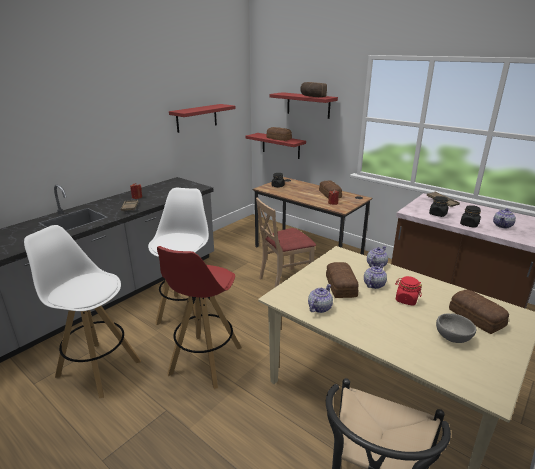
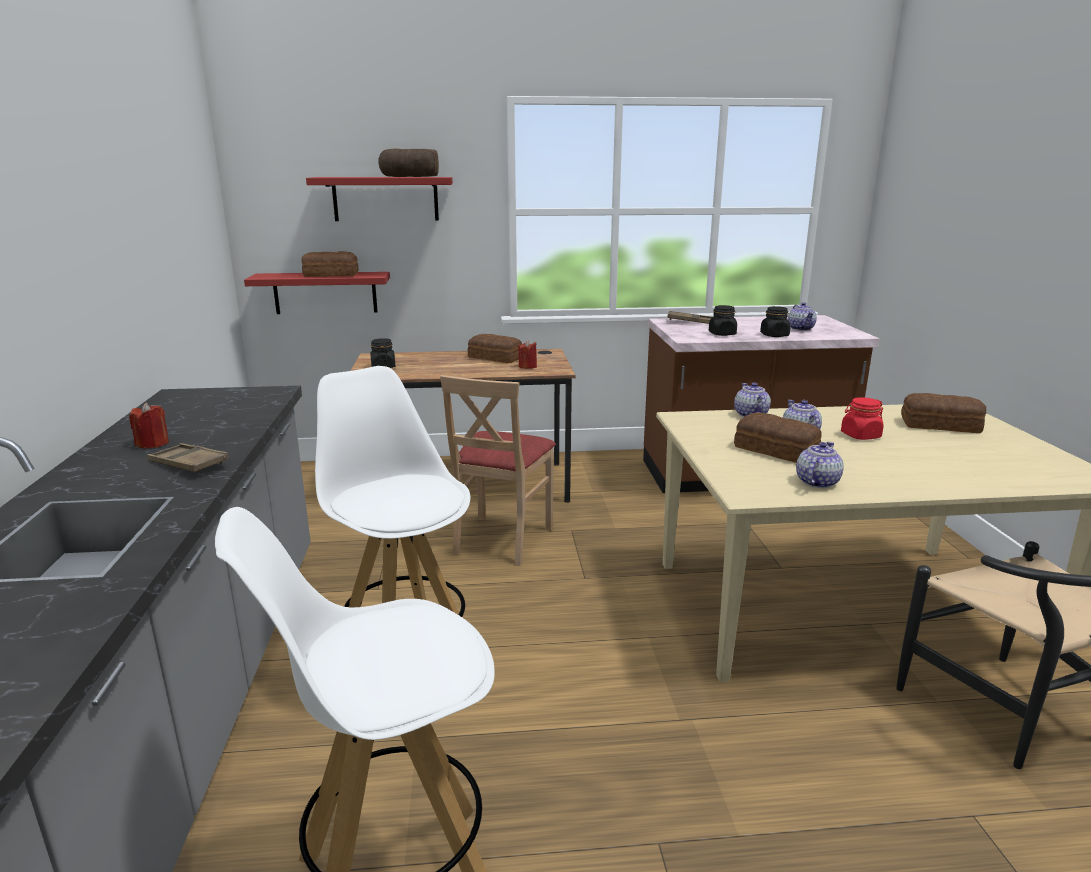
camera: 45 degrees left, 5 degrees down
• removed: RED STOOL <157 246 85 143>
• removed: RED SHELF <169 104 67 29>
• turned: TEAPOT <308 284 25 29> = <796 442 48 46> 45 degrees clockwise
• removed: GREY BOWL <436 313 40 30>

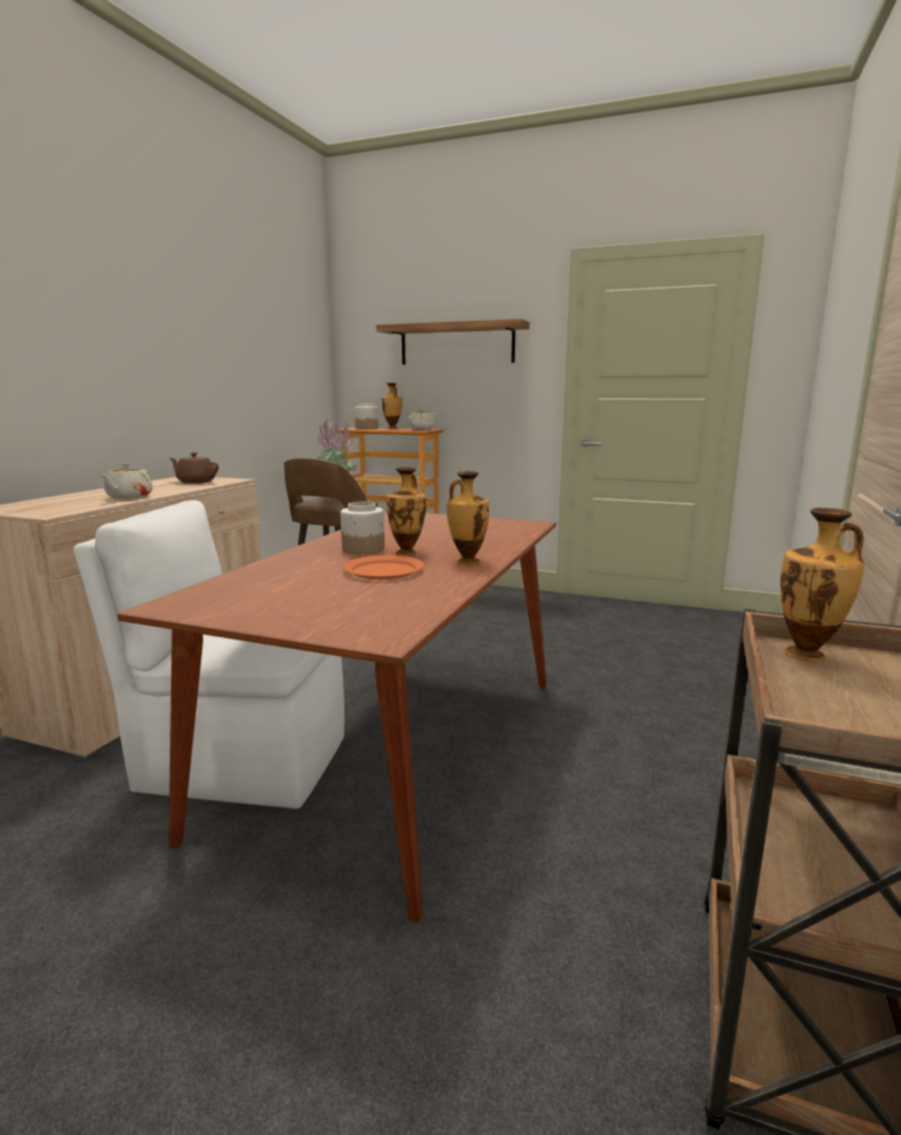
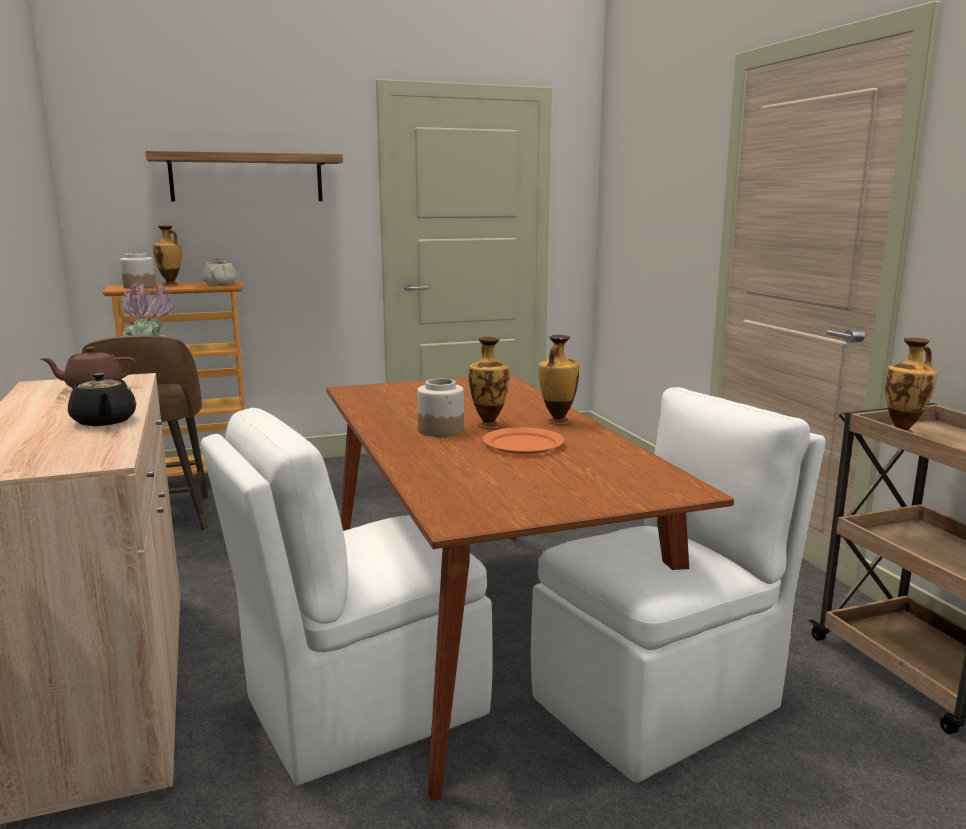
camera: 40 degrees left, 0 degrees up
• recoloured: BEIGE TEAPOT <101 463 52 36> to BLACK TEAPOT <68 373 68 53>
• added: WHITE CHAIR <531 387 295 395>

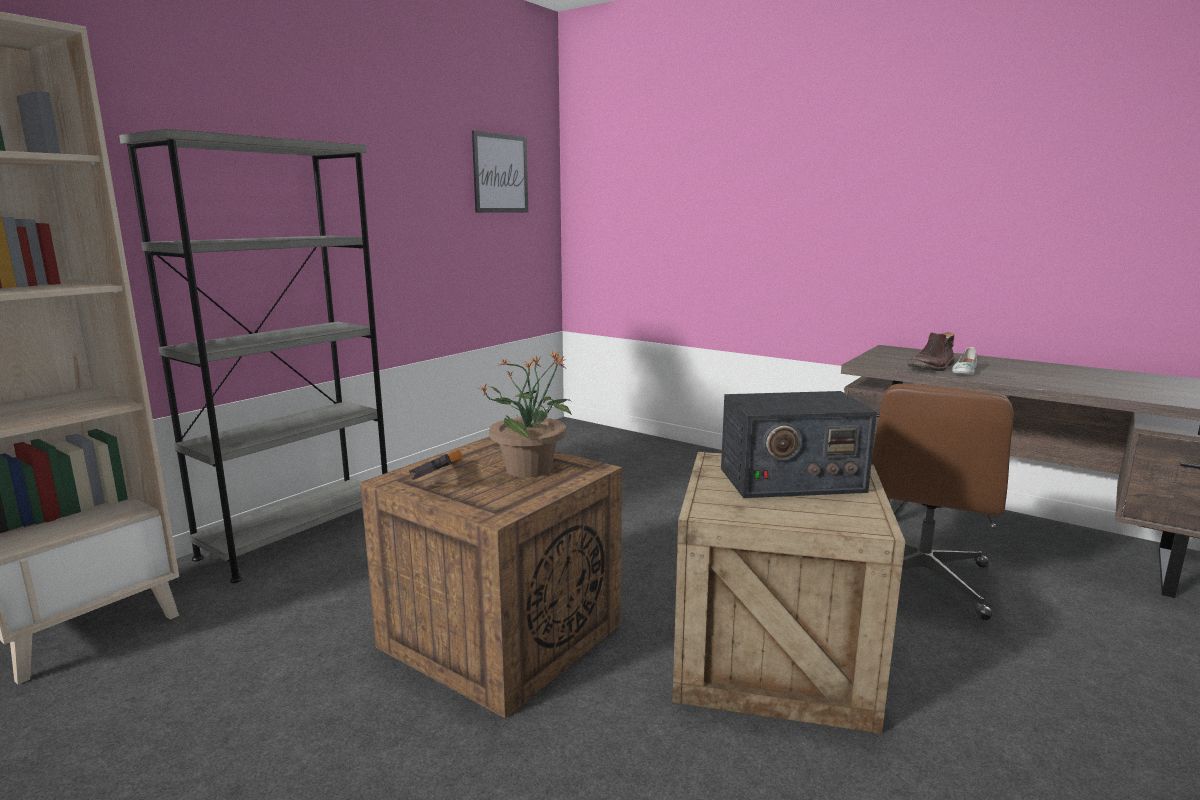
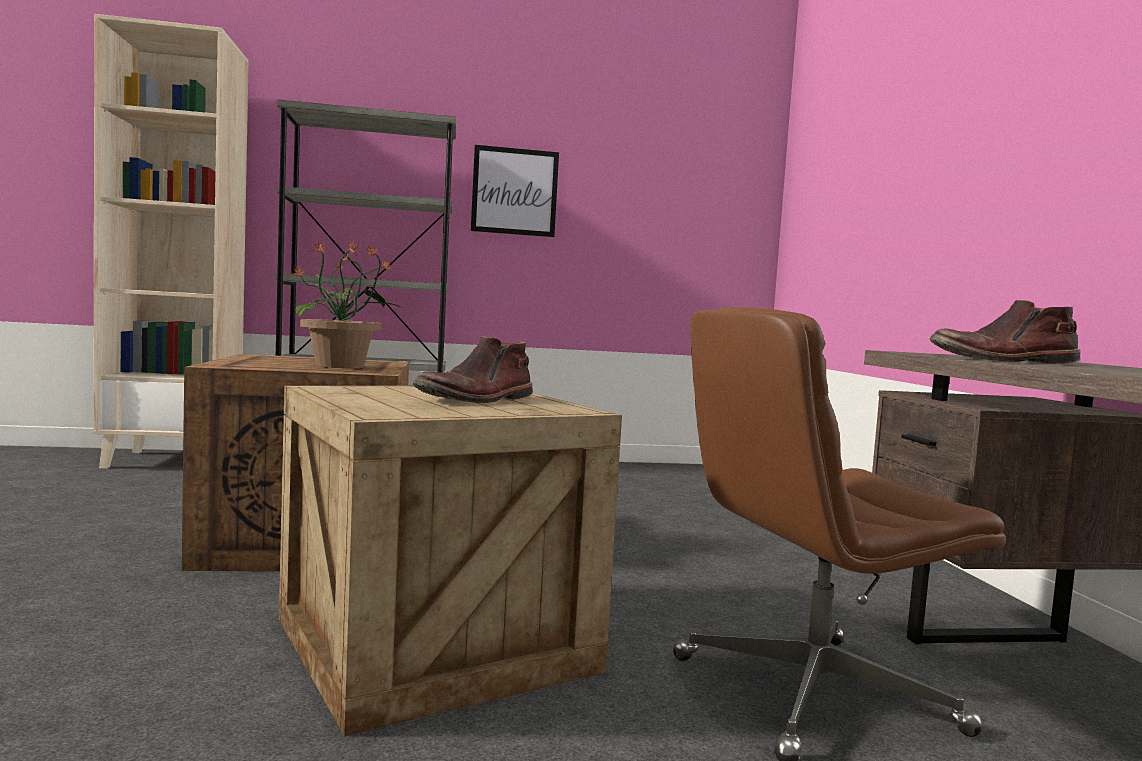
camera: 45 degrees right, 10 degrees down
• removed: HAMMER <409 450 53 30>
• moved: PICTURE <472 131 56 82> to <471 145 88 92>
• replaced: RADIO <721 391 156 107> to BROWN BOOT <413 336 120 67>
• removed: WHITE SHOE <952 347 25 28>

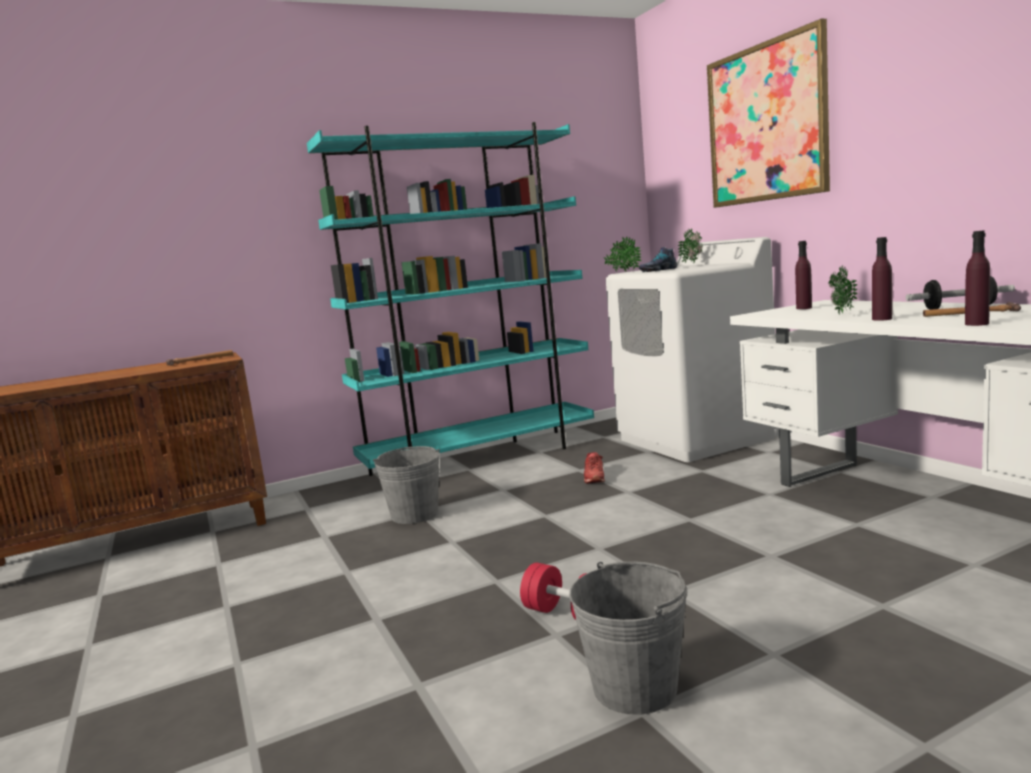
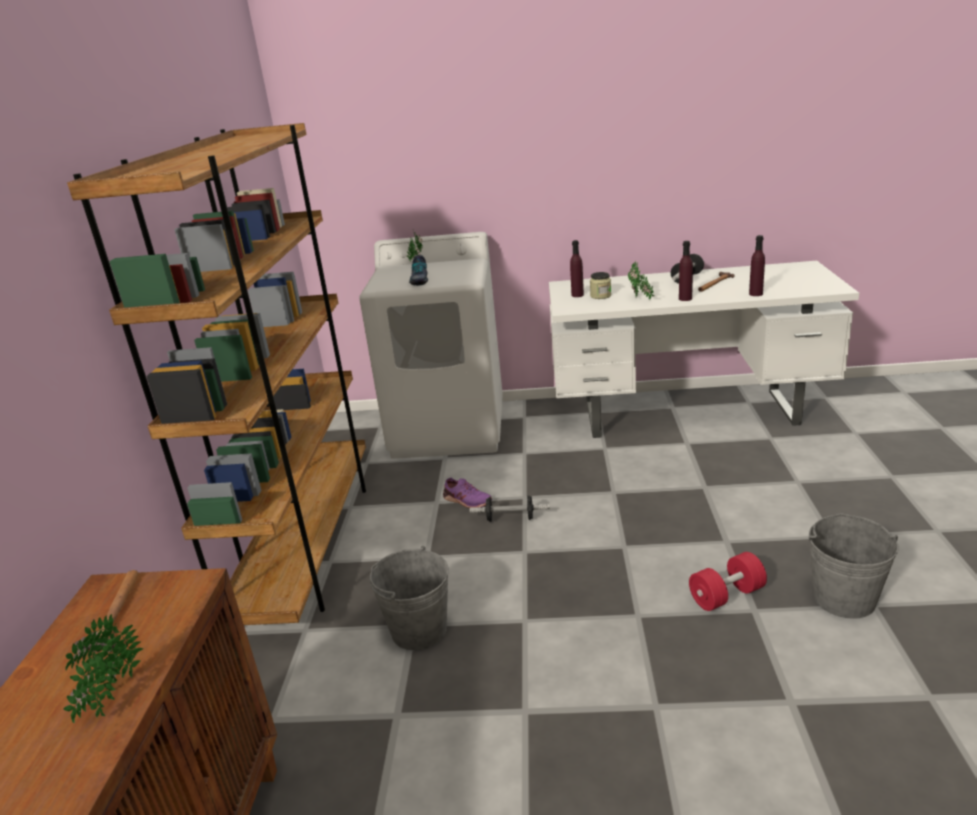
camera: 60 degrees left, 15 degrees up
• recoloured: TURQUOISE BOOKCASE <307 122 287 354> to BROWN BOOKCASE <67 123 299 502>
• recoloured: RED SHOE <584 452 21 32> to PURPLE SHOE <443 478 49 31>
• moved: POTTED PLANT <604 237 37 35> to <64 614 79 110>
• removed: PICTURE <707 19 123 189>
• added: DUMBBELL <470 495 79 27>
• added: JAR <590 272 21 27>

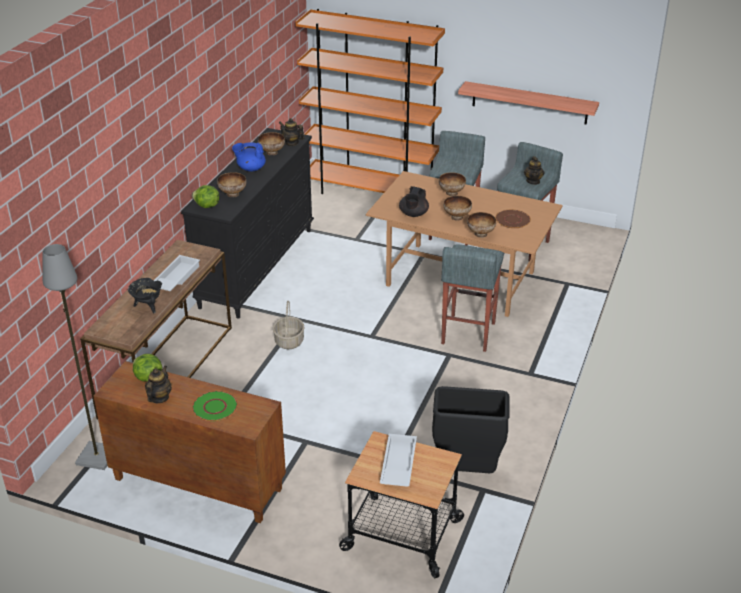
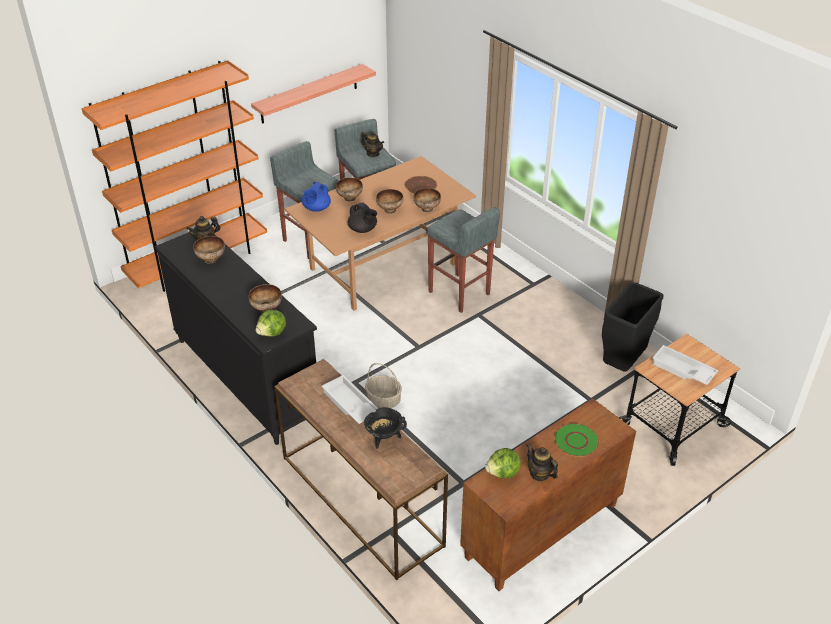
camera: 60 degrees left, 5 degrees up
• removed: GREY FLOOR LAMP <43 244 64 226>
• moved: BLUE TEAPOT <232 142 34 30> to <302 182 29 30>

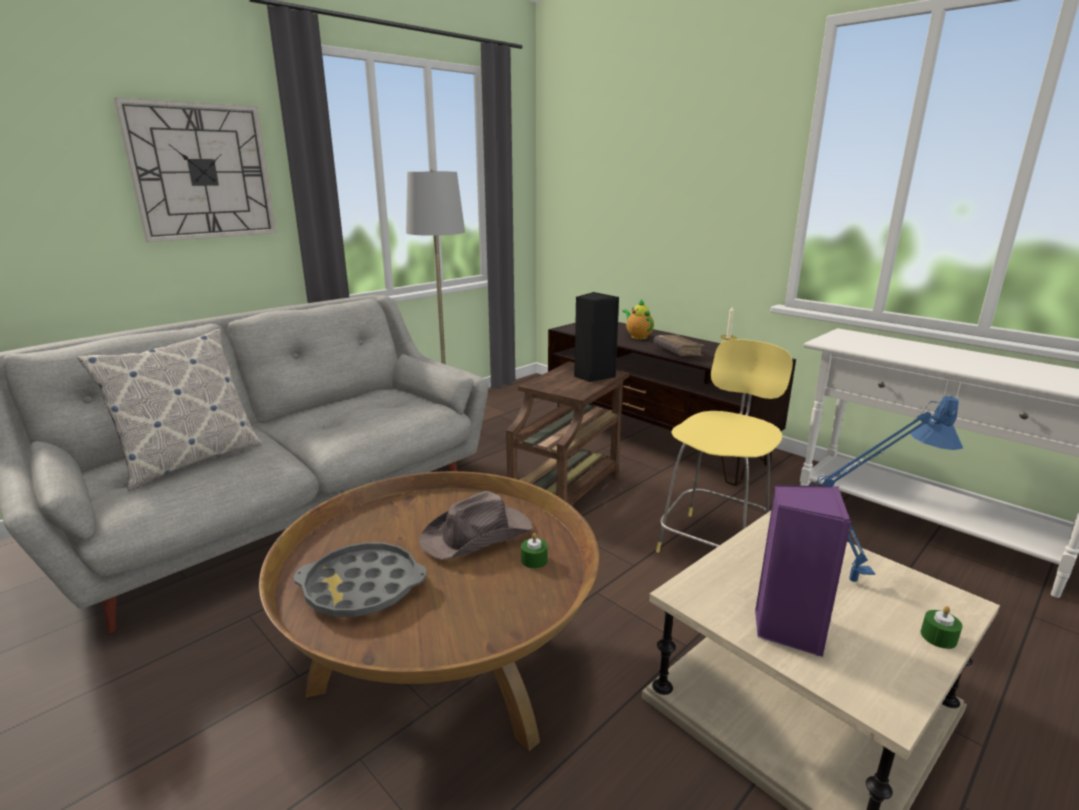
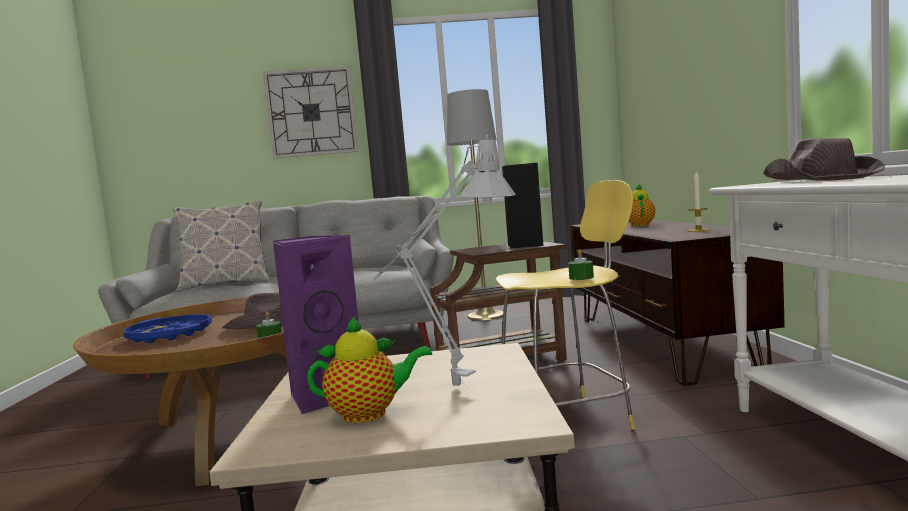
camera: 40 degrees right, 15 degrees down
• recoloured: GREY TRAY <293 542 134 75> to BLUE TRAY <123 314 89 30>
• removed: BROWN BOOK <653 335 52 21>
• recoloured: BLUE TABLE LAMP <807 395 156 187> to GREY TABLE LAMP <374 135 142 253>
• moved: GREEN CANDLE <921 606 41 43> to <568 249 26 31>
• added: TEAPOT <307 316 125 107>
• added: BROWN HAT <763 138 122 43>

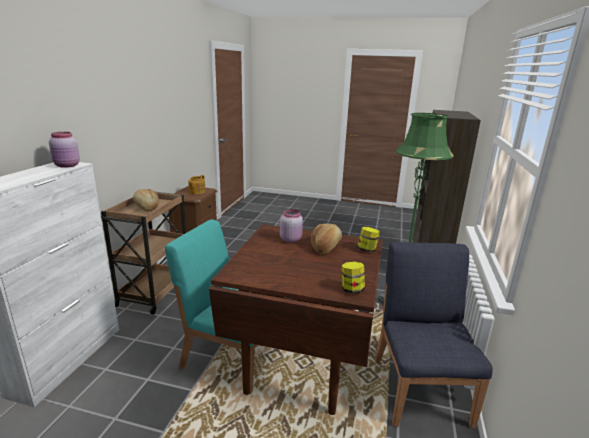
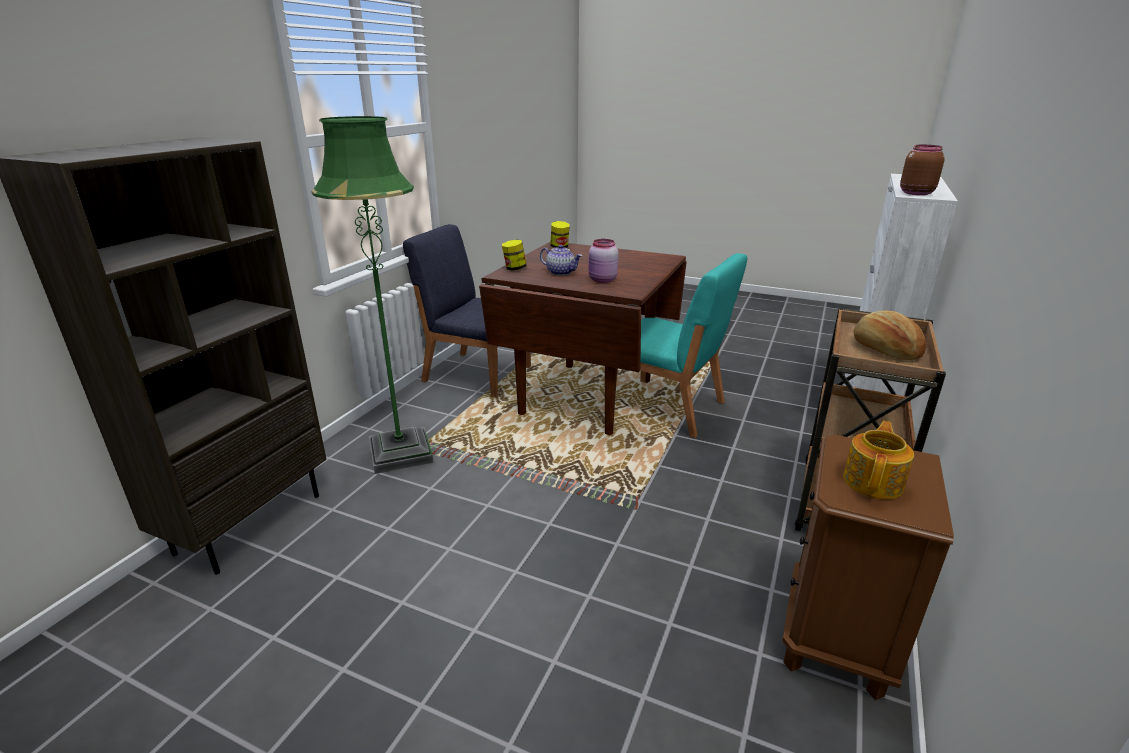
camera: 170 degrees left, 5 degrees up
• recoloured: PINK JAR <49 132 31 36> to BROWN JAR <900 145 45 50>
• replaced: BREAD <311 223 31 31> to TEAPOT <540 245 42 31>
• turned: BLUE CHAIR <375 242 118 186> = <403 224 128 173> 105 degrees clockwise

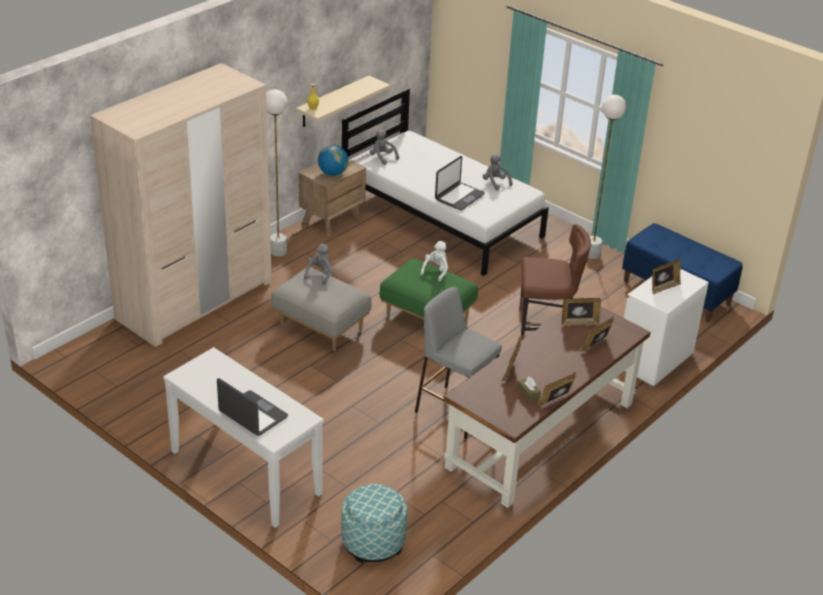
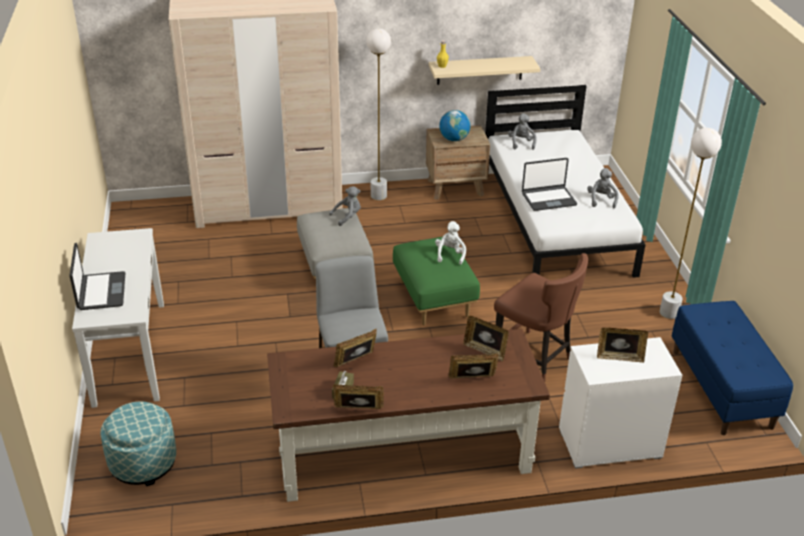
camera: 40 degrees right, 0 degrees up
• turned: WHITE PLUSH TOY <420 241 28 41> = <435 221 31 44> 60 degrees counterclockwise

